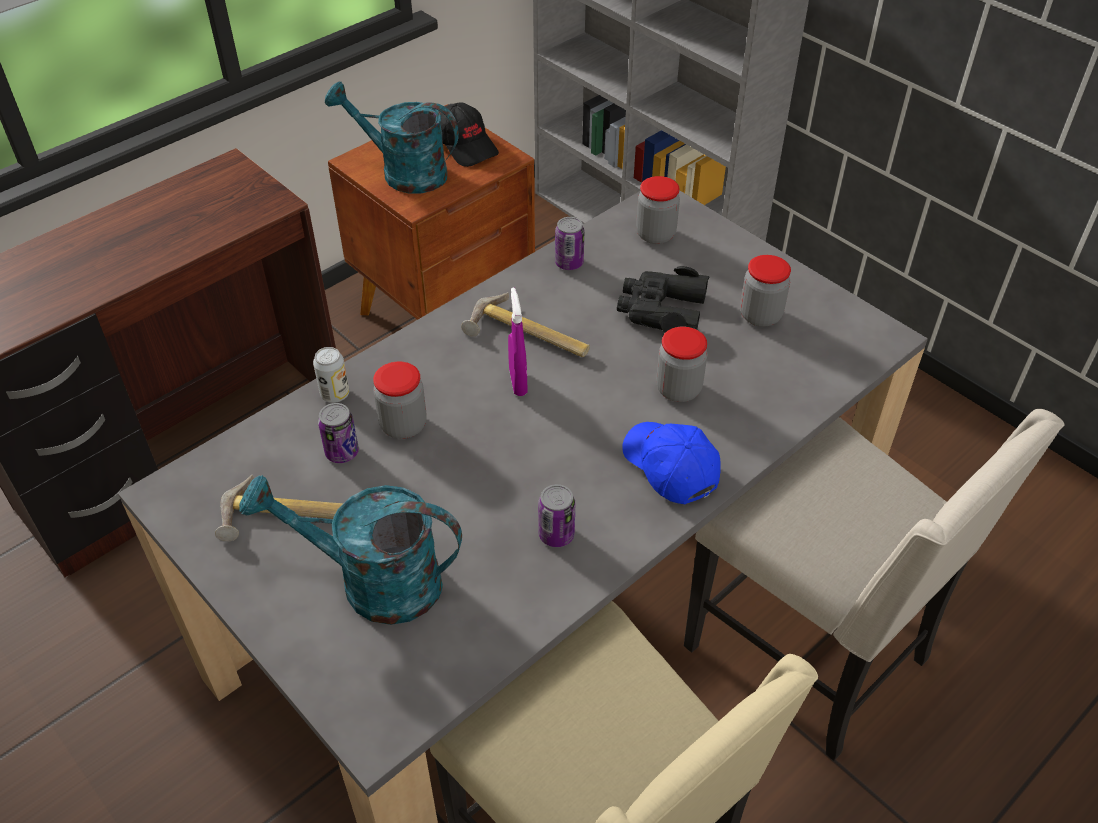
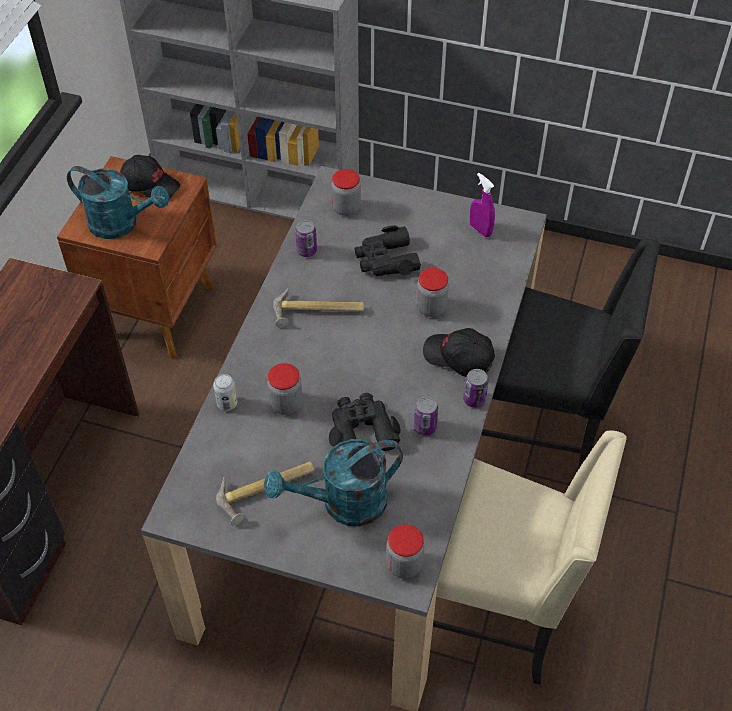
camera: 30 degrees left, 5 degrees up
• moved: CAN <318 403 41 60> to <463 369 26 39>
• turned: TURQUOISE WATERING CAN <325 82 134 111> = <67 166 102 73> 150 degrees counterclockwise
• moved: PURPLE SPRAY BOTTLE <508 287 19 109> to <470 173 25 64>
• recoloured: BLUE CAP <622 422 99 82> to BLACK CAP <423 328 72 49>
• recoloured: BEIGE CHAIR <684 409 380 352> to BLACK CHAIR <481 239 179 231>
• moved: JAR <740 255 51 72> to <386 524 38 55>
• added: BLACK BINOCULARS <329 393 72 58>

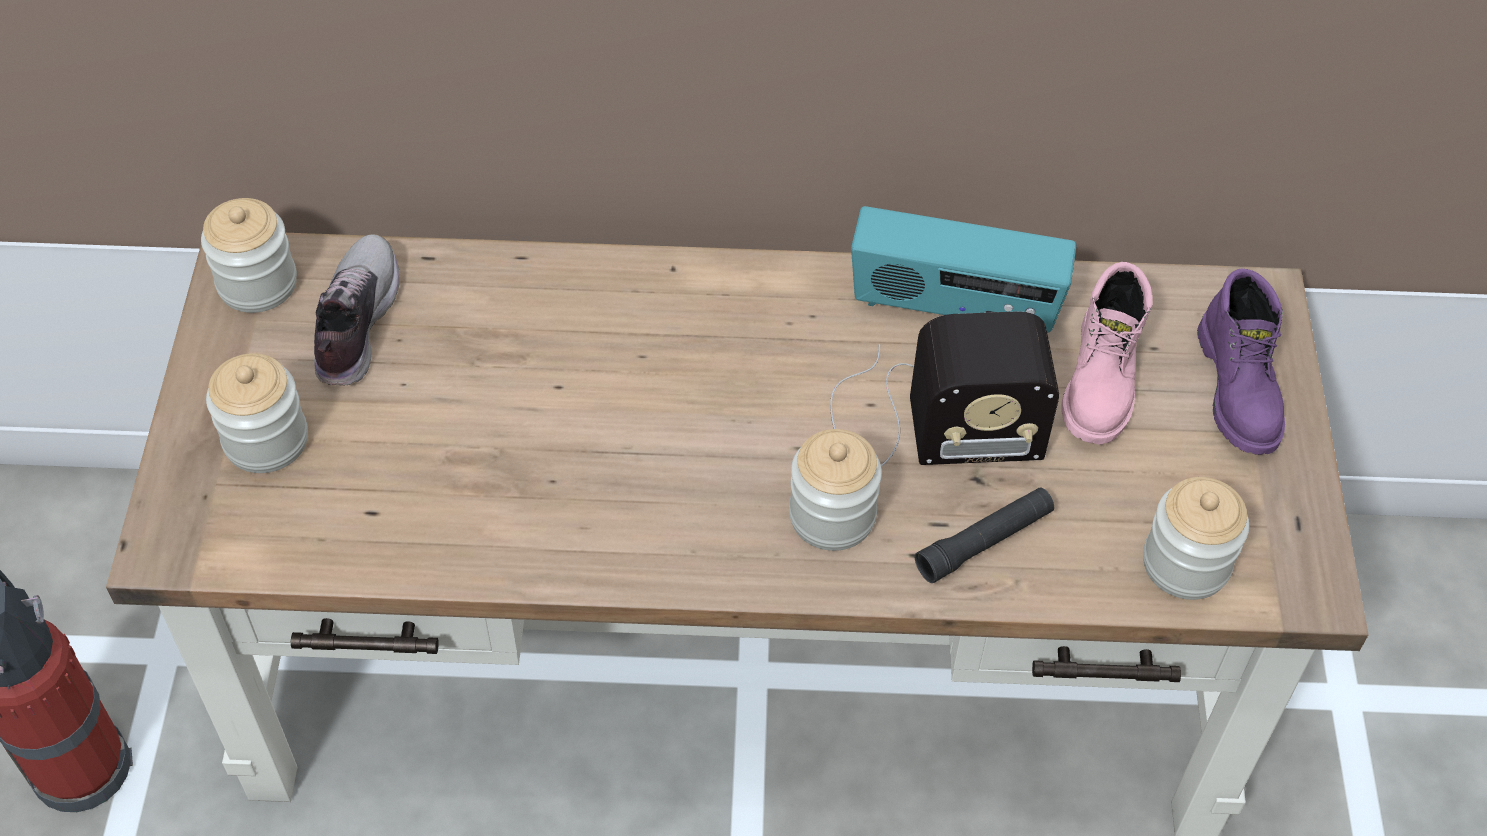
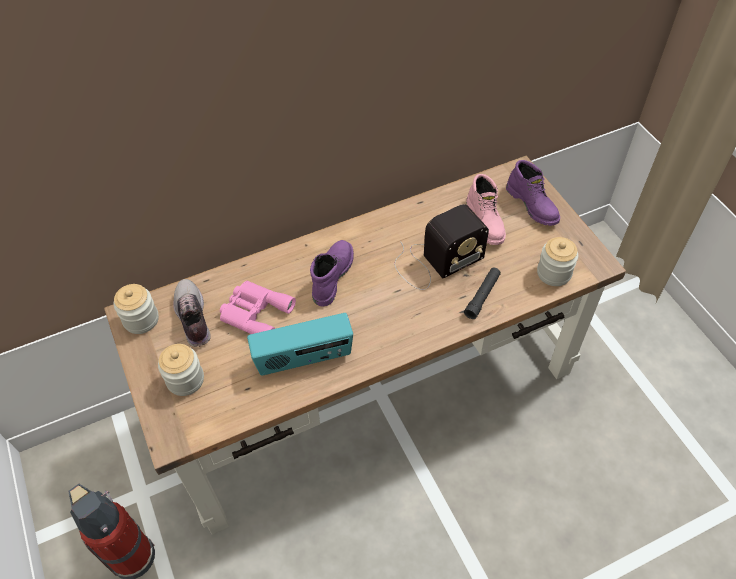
camera: 25 degrees left, 0 degrees up
• removed: JAR <789 429 93 122>
• moved: RADIO <851 206 226 127> to <247 313 106 63>
• added: PINK BINOCULARS <220 281 76 53>
• added: PURPLE BOOT <310 240 44 67>

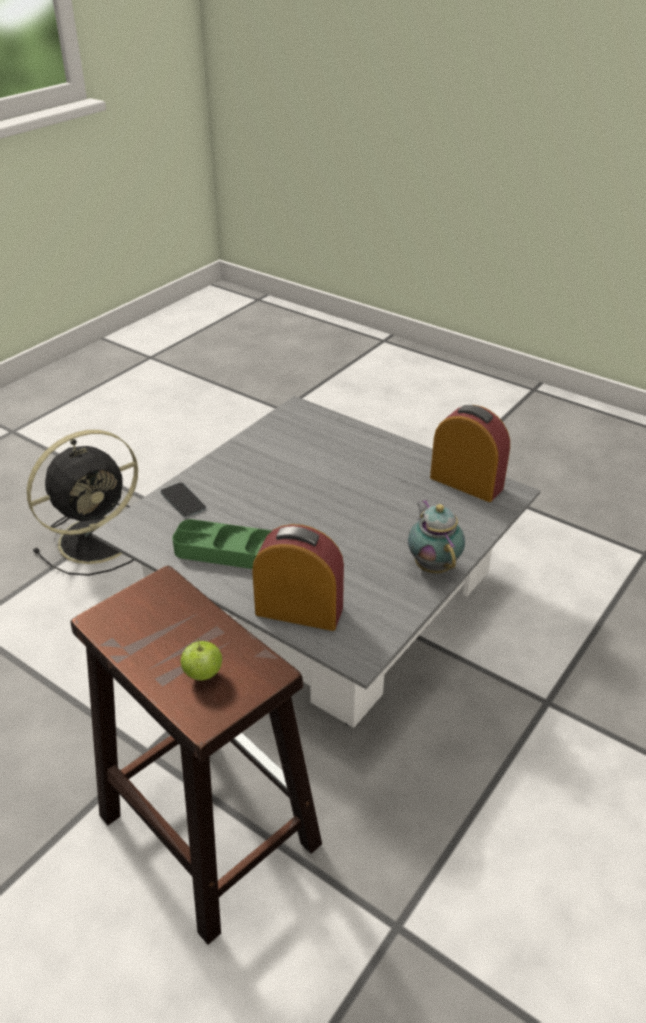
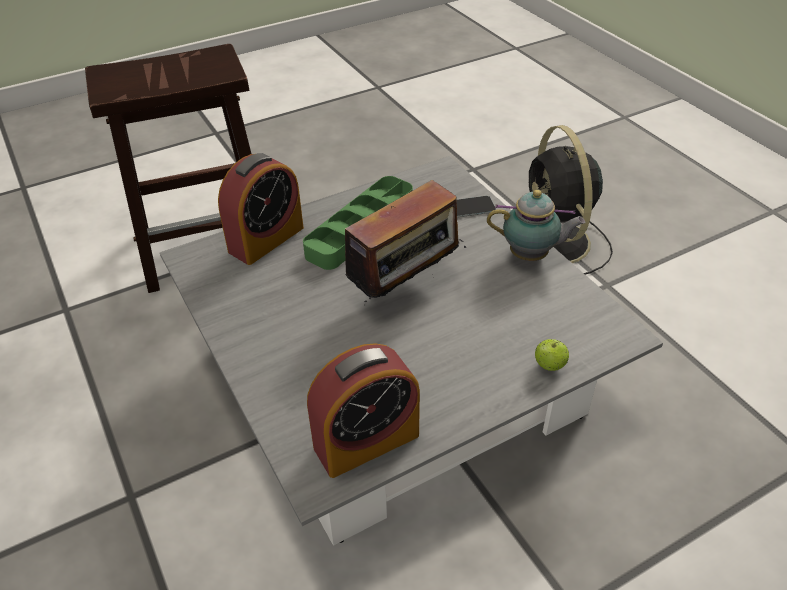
camera: 115 degrees right, 5 degrees up
• moved: APPLE <181 638 42 42> to <535 339 34 32>
• moved: TEAPOT <408 499 57 74> to <487 190 98 71>
• added: RADIO <332 180 134 122>

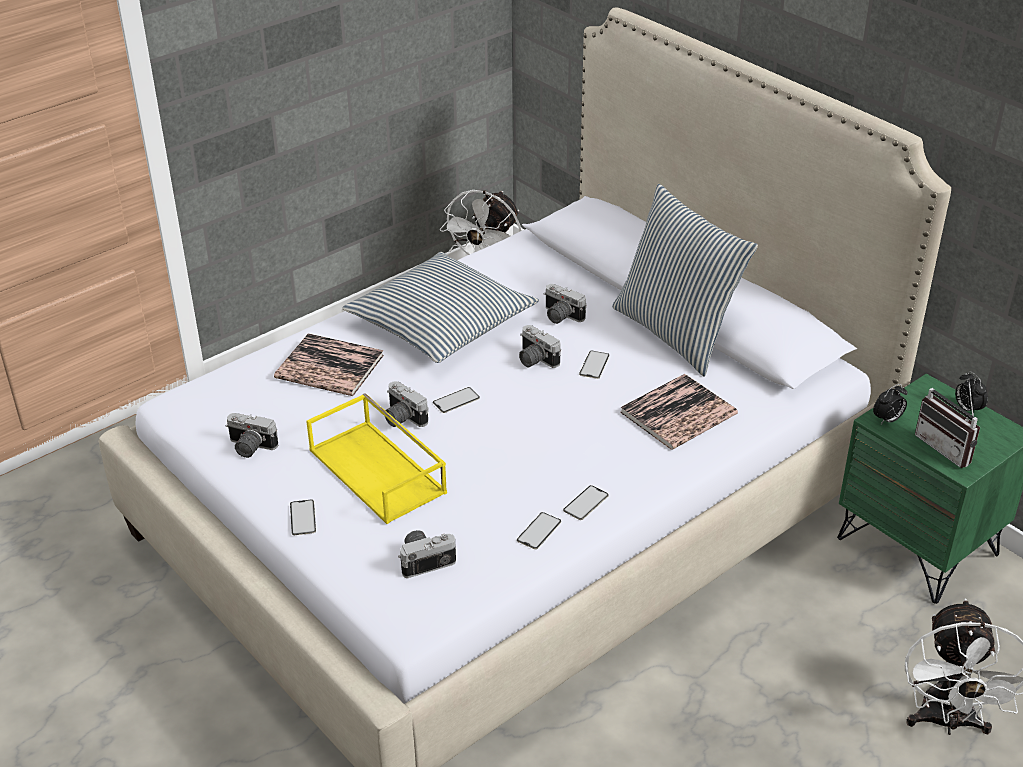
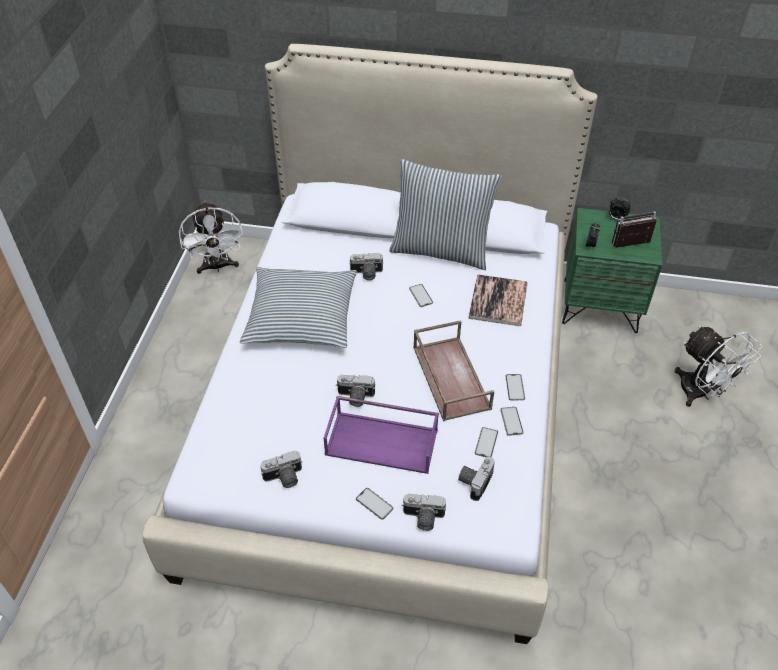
camera: 40 degrees left, 10 degrees up
• removed: BOOK <274 333 110 63>
• recoloured: YELLOW TRAY <306 393 141 131> to PURPLE TRAY <324 396 115 78>
• moved: PHONE <433 387 47 26> to <475 427 23 30>
• moved: PHOTO CAMERA <519 325 42 43> to <402 494 44 37>
• turned: RADIO <915 379 65 89> = <612 212 45 36> 150 degrees clockwise
• added: BROWN TRAY <413 320 81 101>

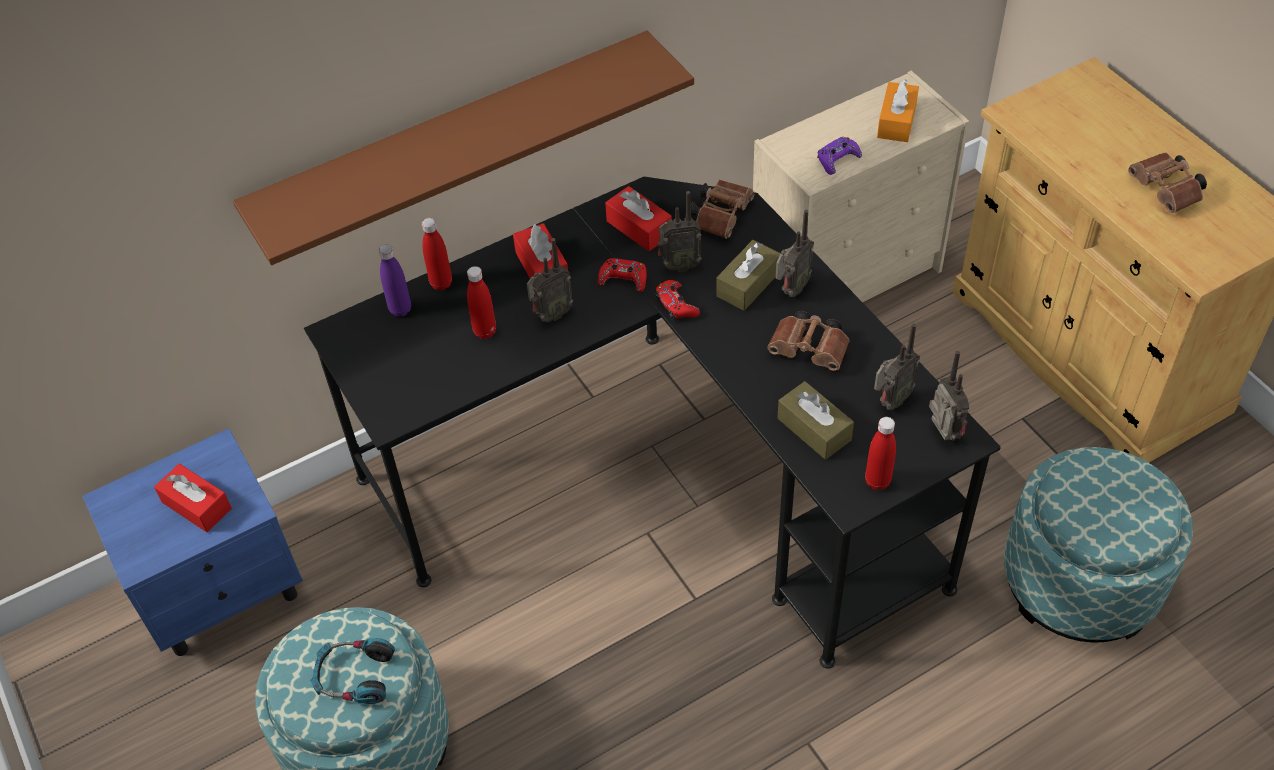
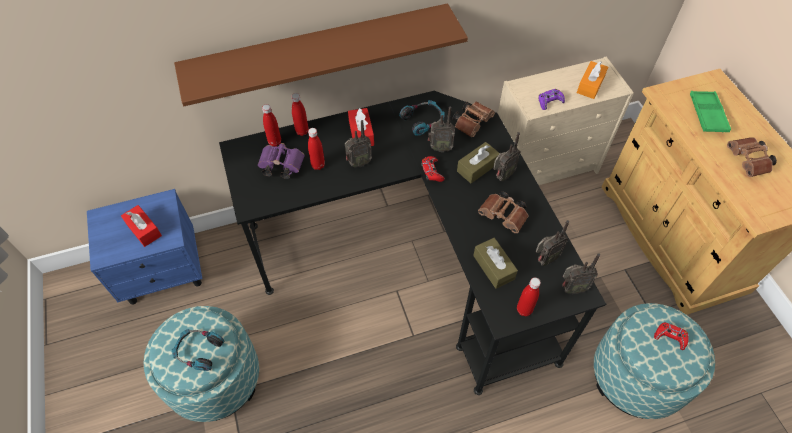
camera: 10 degrees right, 5 degrees up
• recoloured: PURPLE BOTTLE <379 244 32 73> to RED BOTTLE <262 104 19 43>
• moved: RED GAME CONTROLLER <598 258 49 34> to <654 322 35 28>
• replaced: RED TISSUE BOX <605 186 67 65> to HEADPHONES <399 100 46 36>
• turned: RADIO <929 351 40 90> = <562 253 38 41> 90 degrees clockwise
• added: PURPLE BINOCULARS <258 143 47 36>
• added: GREEN TRAY <690 91 41 41>

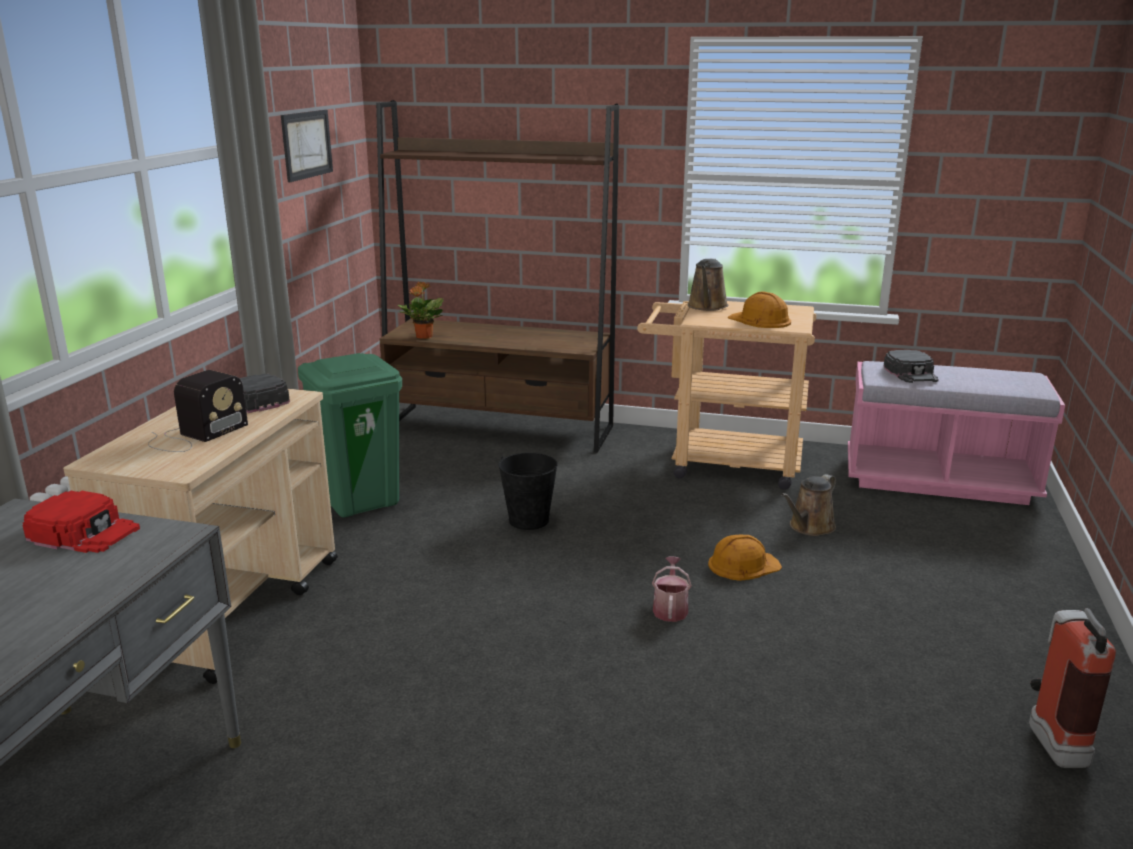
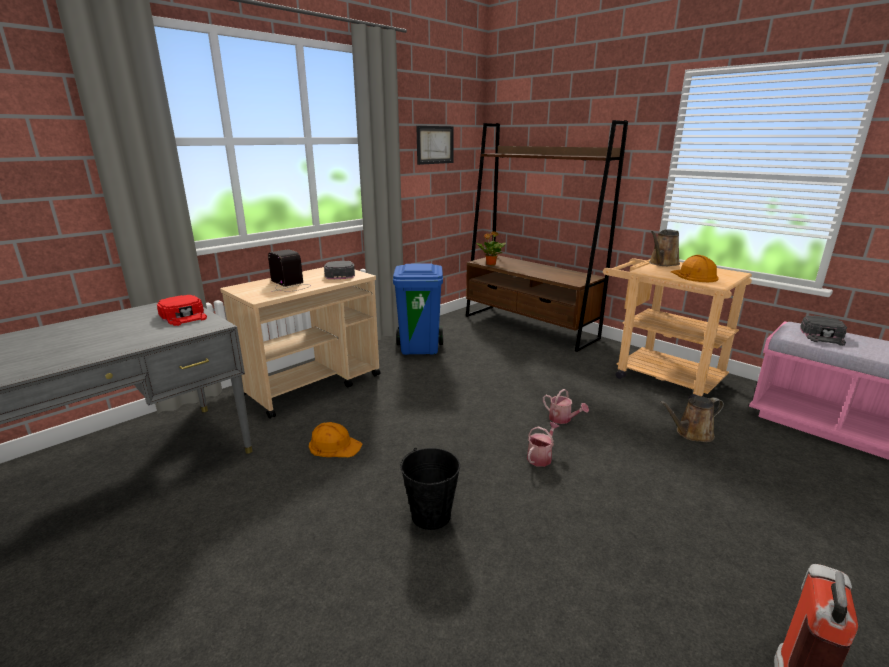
camera: 30 degrees right, 0 degrees up
• turned: RADIO <148 370 100 82> = <268 249 42 43> 105 degrees counterclockwise
• recoloured: GREEN TRASH CAN <298 353 104 164> to BLUE TRASH CAN <393 264 50 91>
• moved: BLACK BUCKET <498 453 60 77> to <400 448 60 82>
• moved: ORANGE HARD HAT <708 535 74 46> to <309 422 54 35>
• added: WATERING CAN <543 389 46 35>

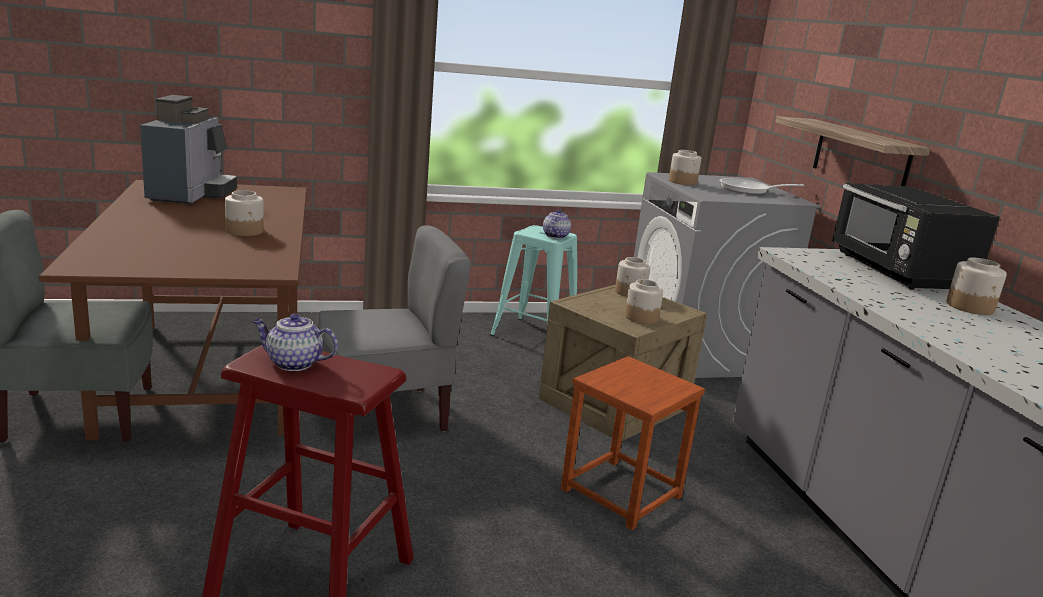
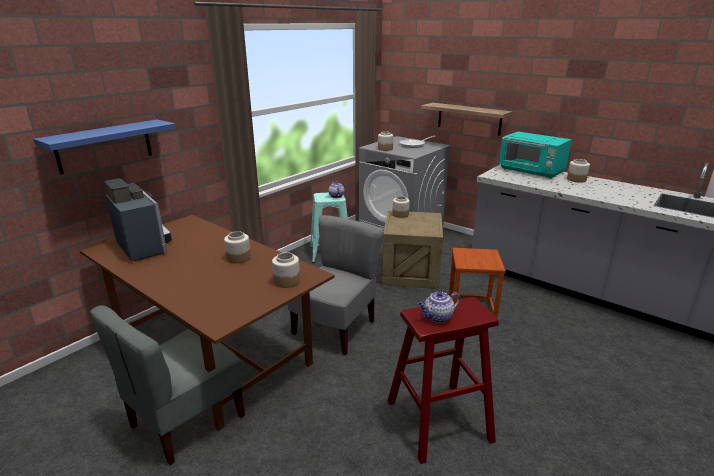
camera: 35 degrees left, 5 degrees up
• moved: JAR <625 279 38 45> to <272 252 28 36>
• recoloured: BLACK MICROWAVE <832 183 168 107> to TURQUOISE MICROWAVE <499 132 73 47>
• added: BLUE SHELF <34 120 142 55>

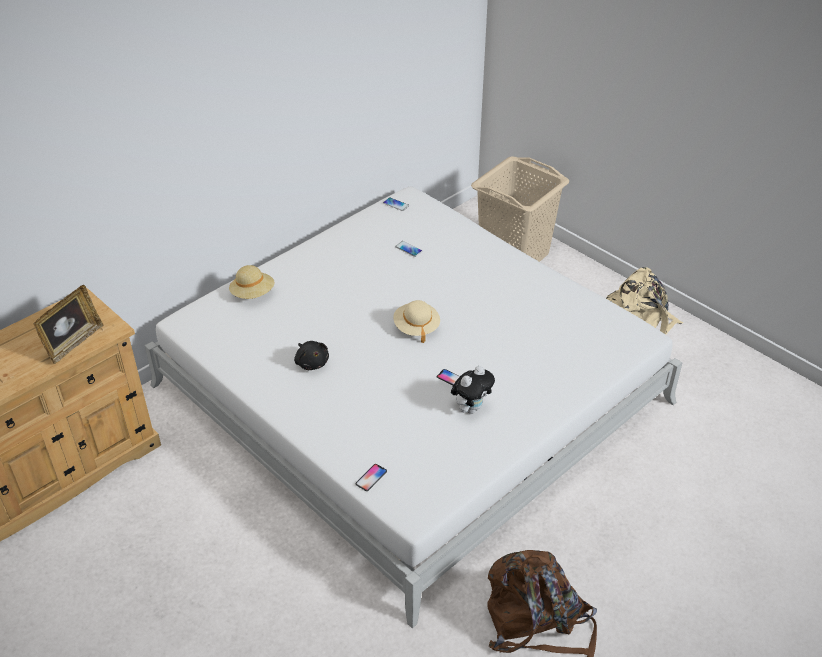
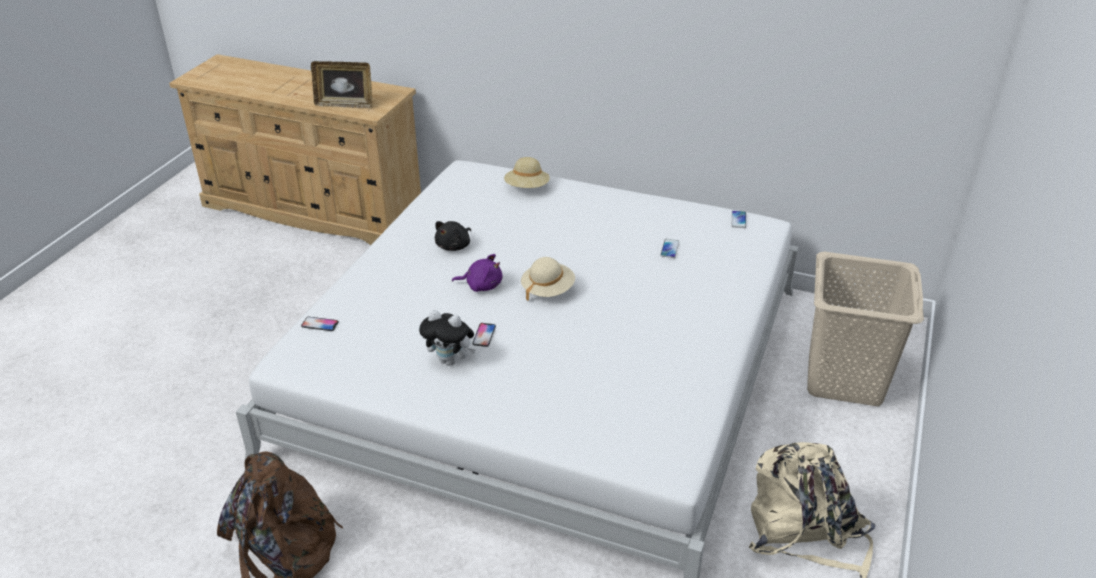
camera: 65 degrees right, 5 degrees down
• added: PURPLE PLUSH TOY <452 254 50 38>

